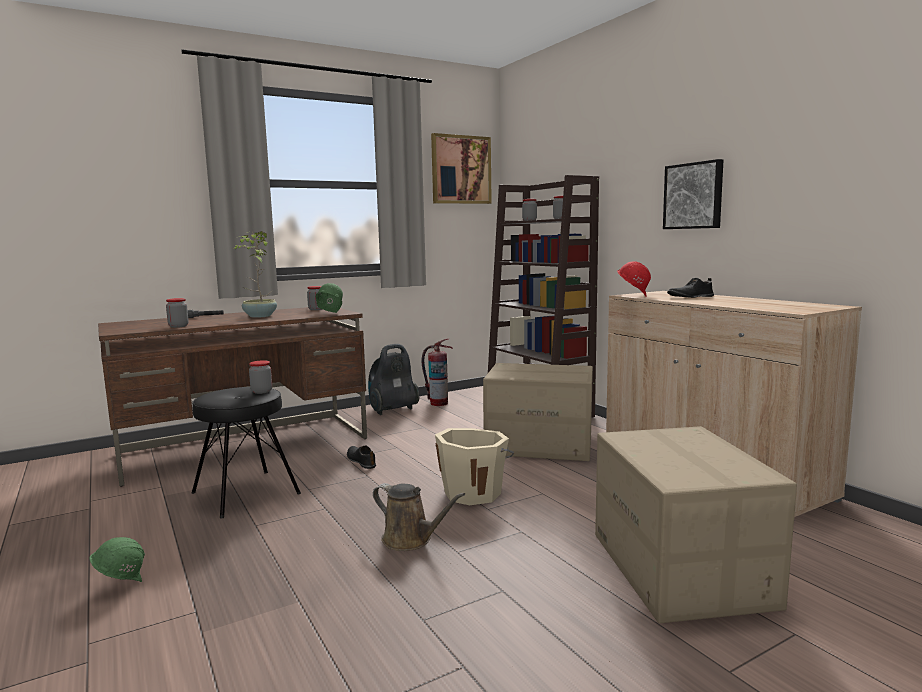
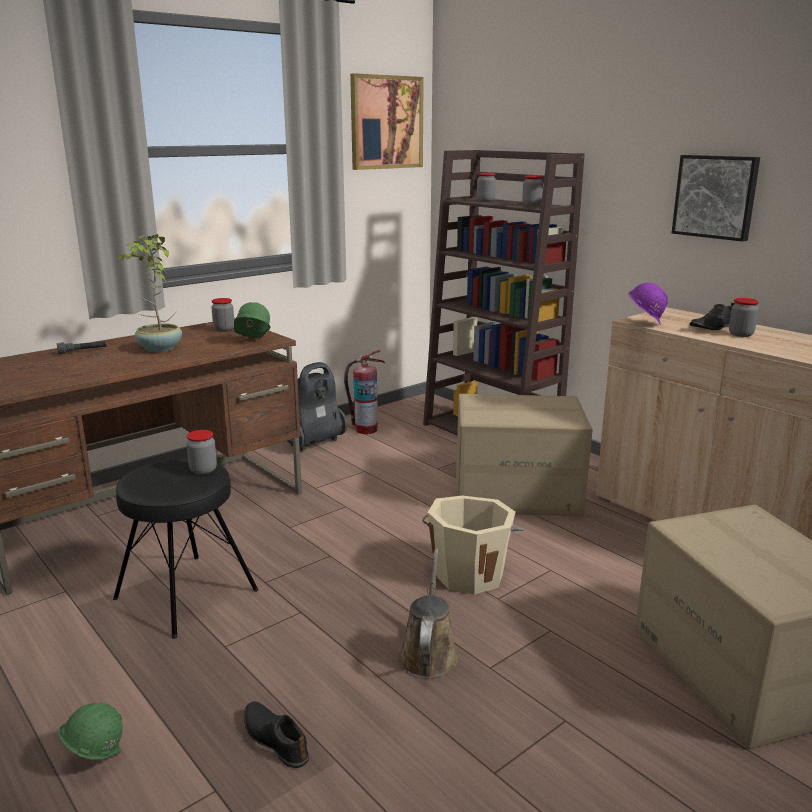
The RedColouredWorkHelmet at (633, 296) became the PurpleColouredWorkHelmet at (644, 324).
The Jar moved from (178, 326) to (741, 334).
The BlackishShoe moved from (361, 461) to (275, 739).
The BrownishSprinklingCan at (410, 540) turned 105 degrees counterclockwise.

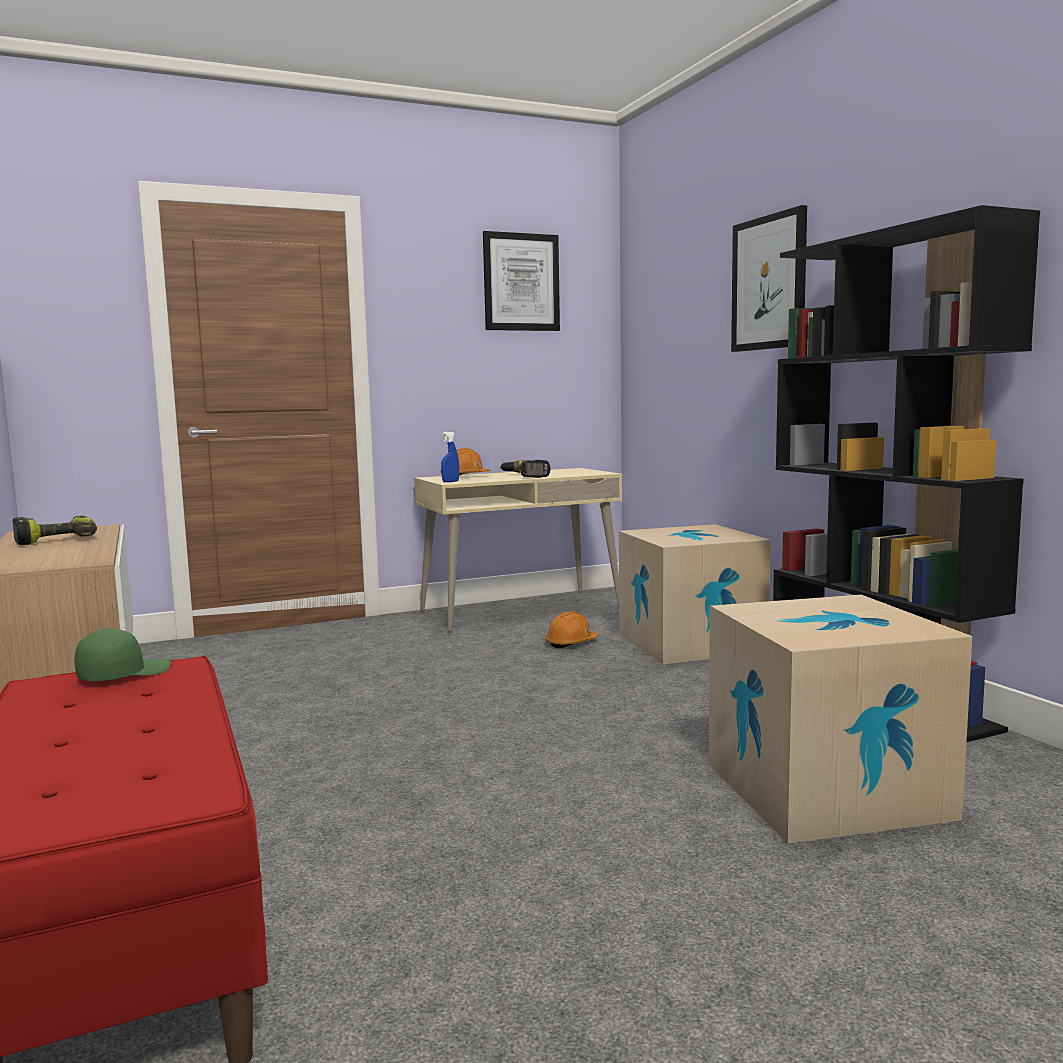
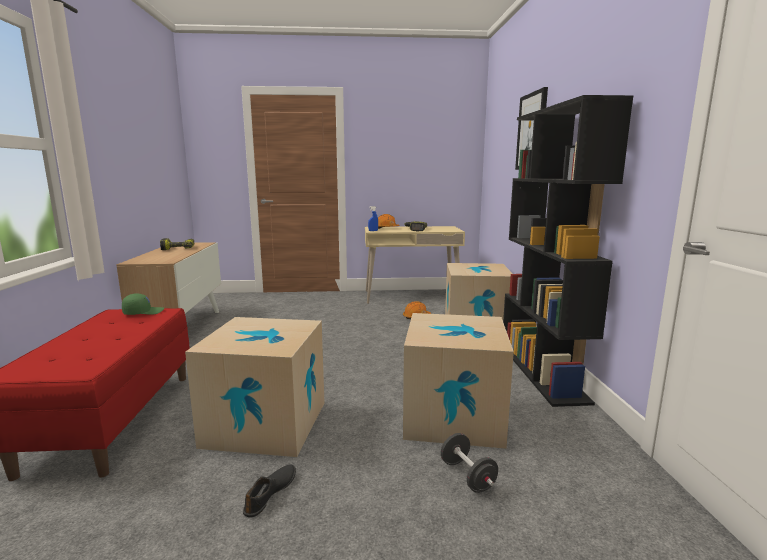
The WallArt at (521, 282) disappeared.
The Carton at (266, 423) appeared.
The BlackishFreeWeight at (467, 476) appeared.
The BlackishShoe at (271, 493) appeared.

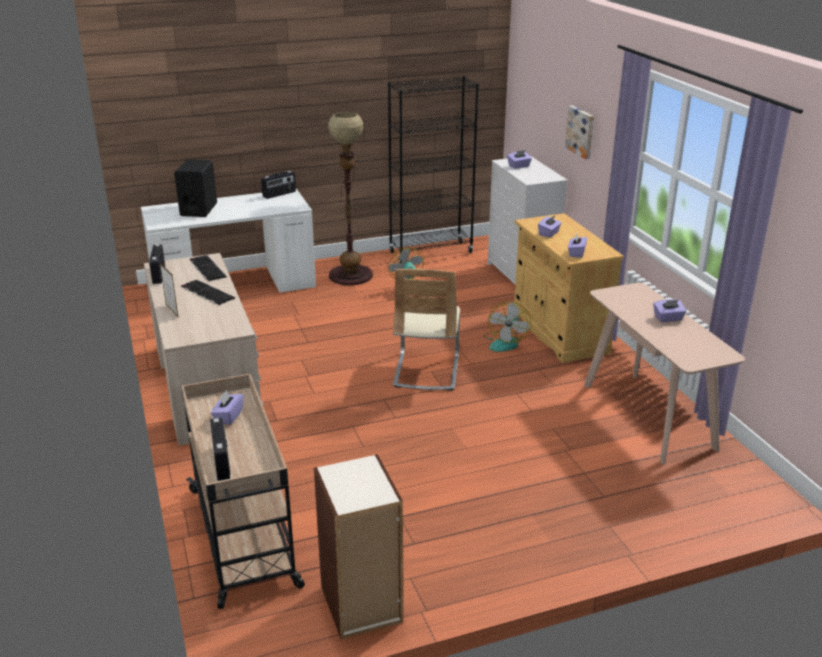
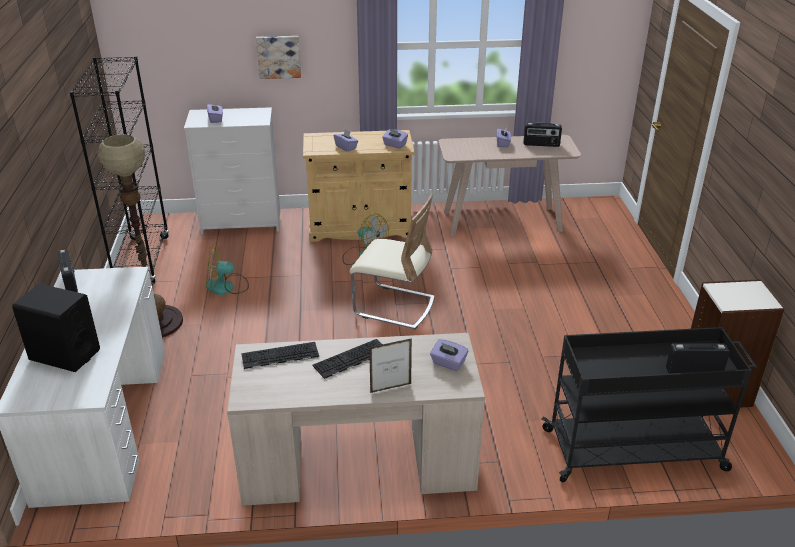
The RadioReceiver moved from (158, 275) to (541, 144).
The BeigeCart at (244, 538) became the BlackishCart at (635, 450).
The PurpleColouredTissueHolder moved from (228, 416) to (448, 363).

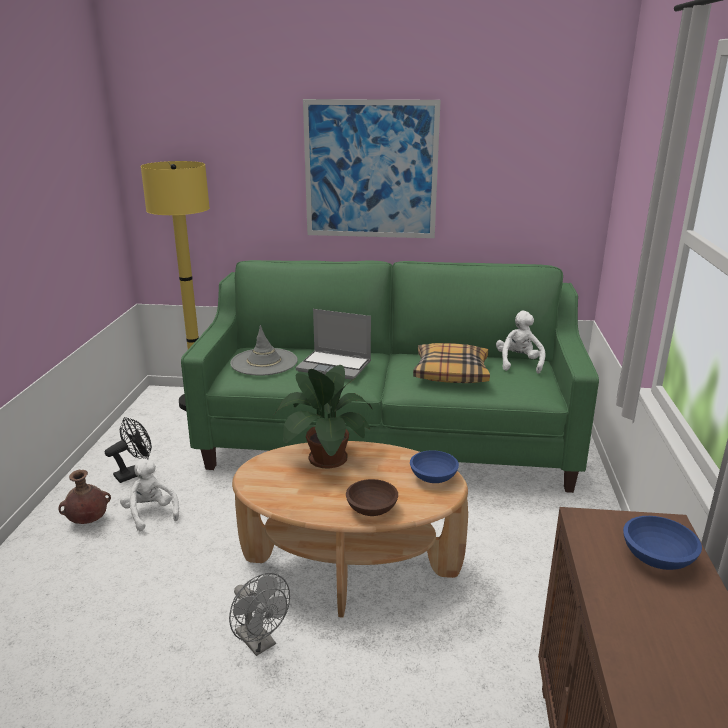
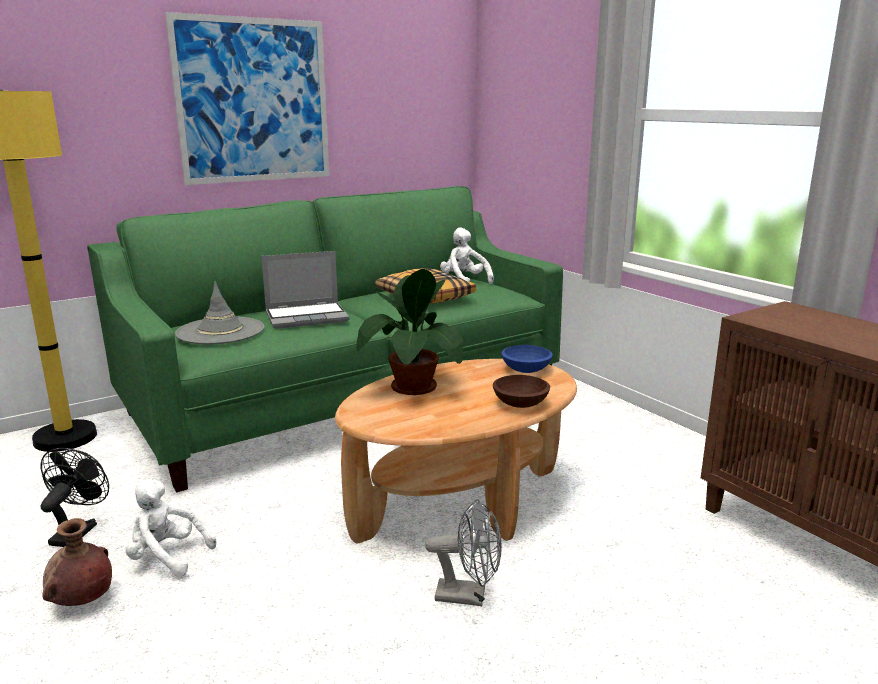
The BlueDeepDish at (657, 557) disappeared.

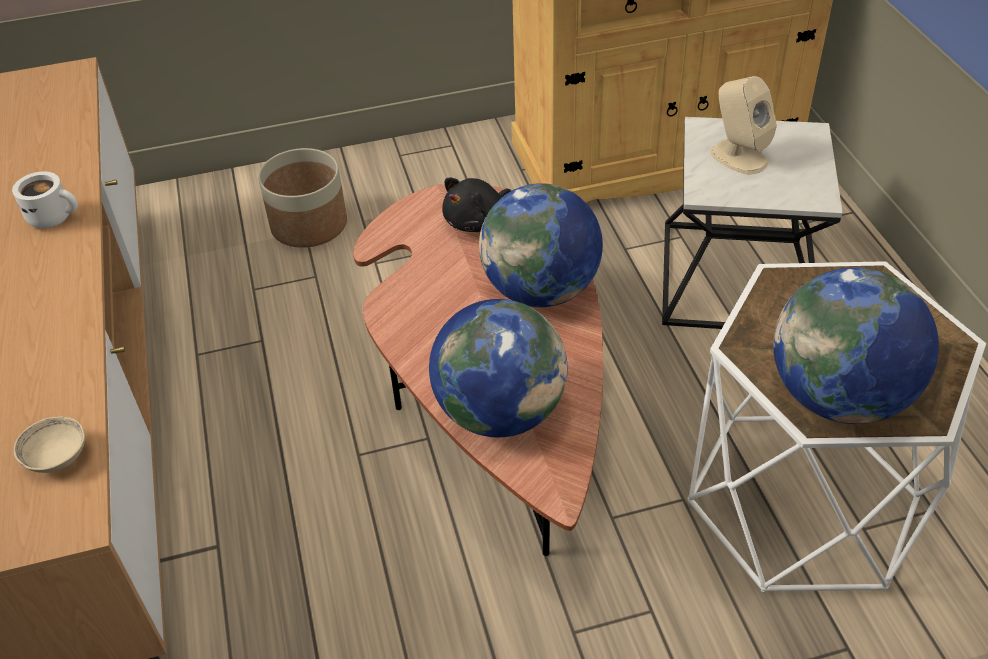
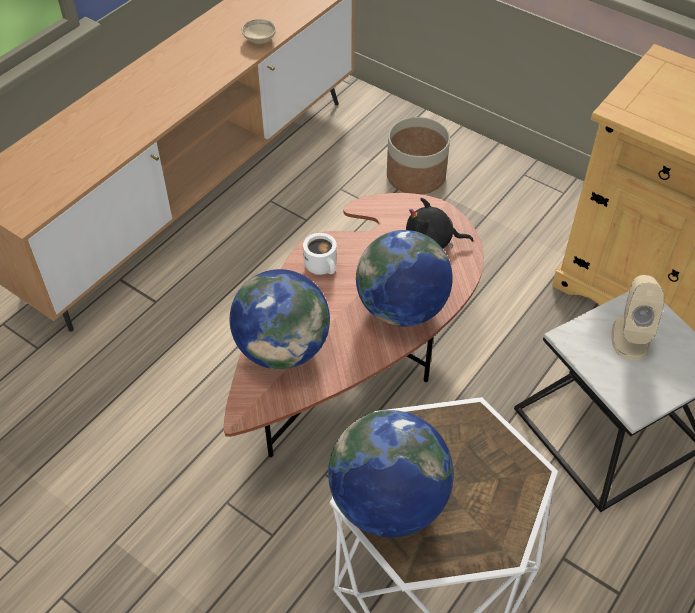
The WhiteTeaMug moved from (55, 216) to (323, 266).
The BeigeDeepDish moved from (57, 457) to (259, 39).

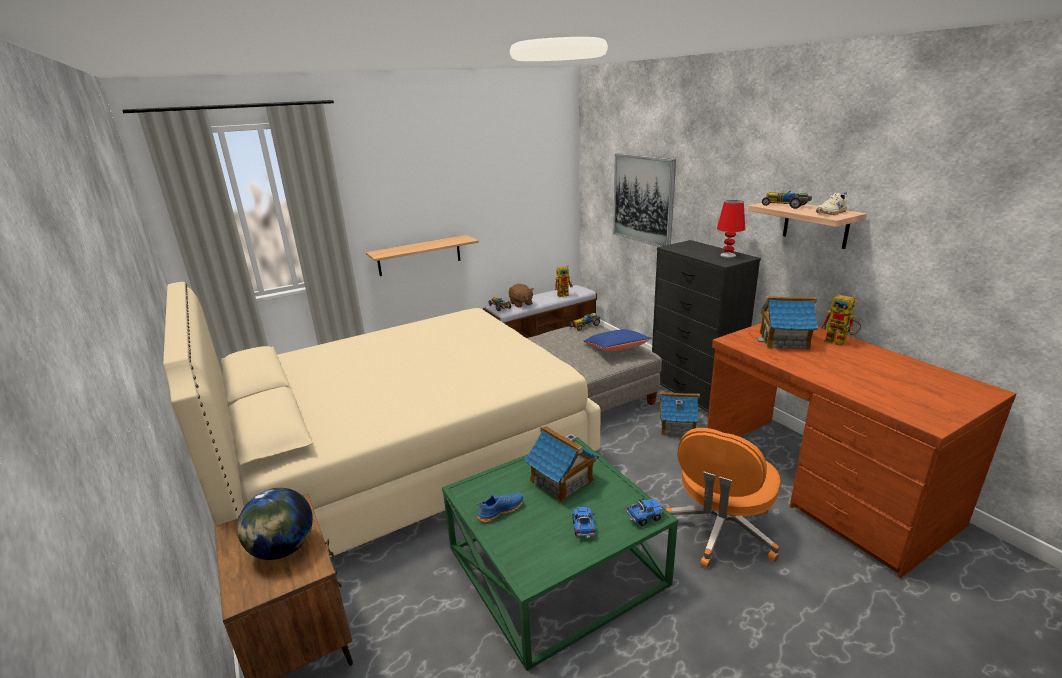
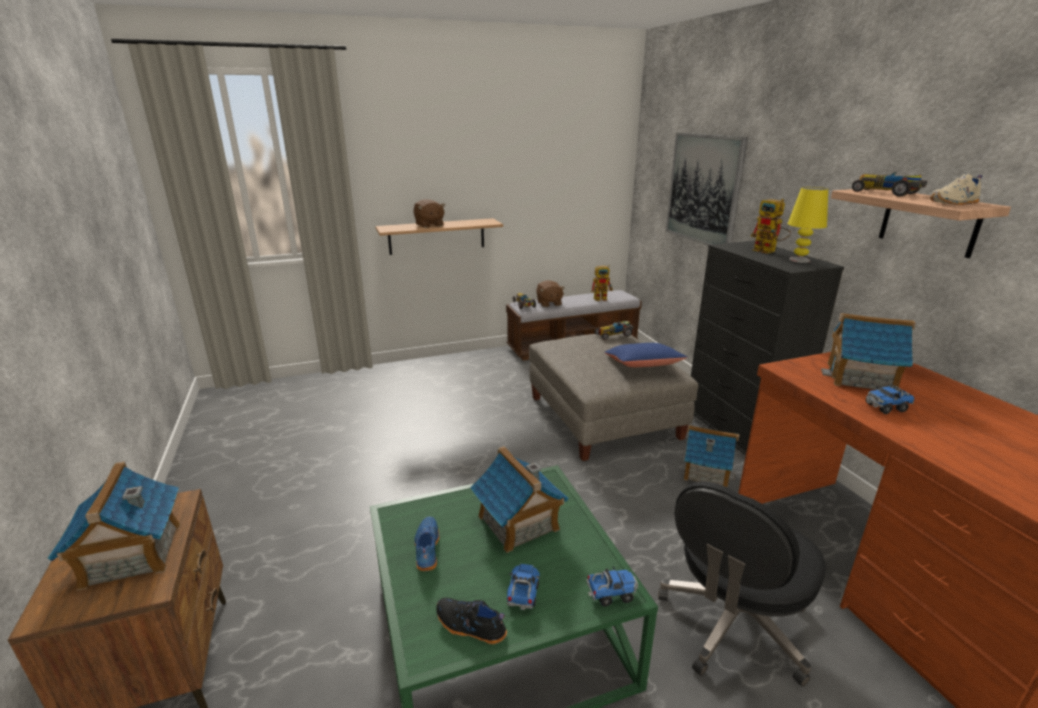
The RedColouredTableLamp at (728, 255) became the YellowTableLamp at (799, 260).
The BeigeSleepingBed at (405, 458) disappeared.
The ModelRobot moved from (840, 342) to (769, 251).
The OrangeOfficeChair at (721, 531) became the BlackishOfficeChair at (733, 624).
The DeskGlobe at (283, 549) was replaced by the MiniatureHouse at (131, 555).
The BlueShoe at (500, 510) turned 75 degrees counterclockwise.
The BrownishSoftToy at (429, 225) appeared.
The ToyTruck at (886, 407) appeared.
The BlackishShoe at (470, 627) appeared.

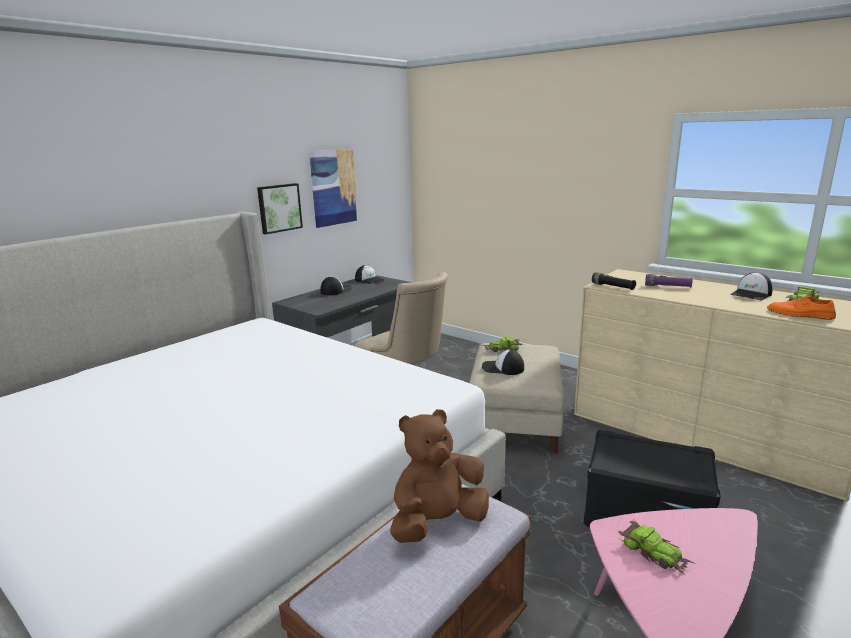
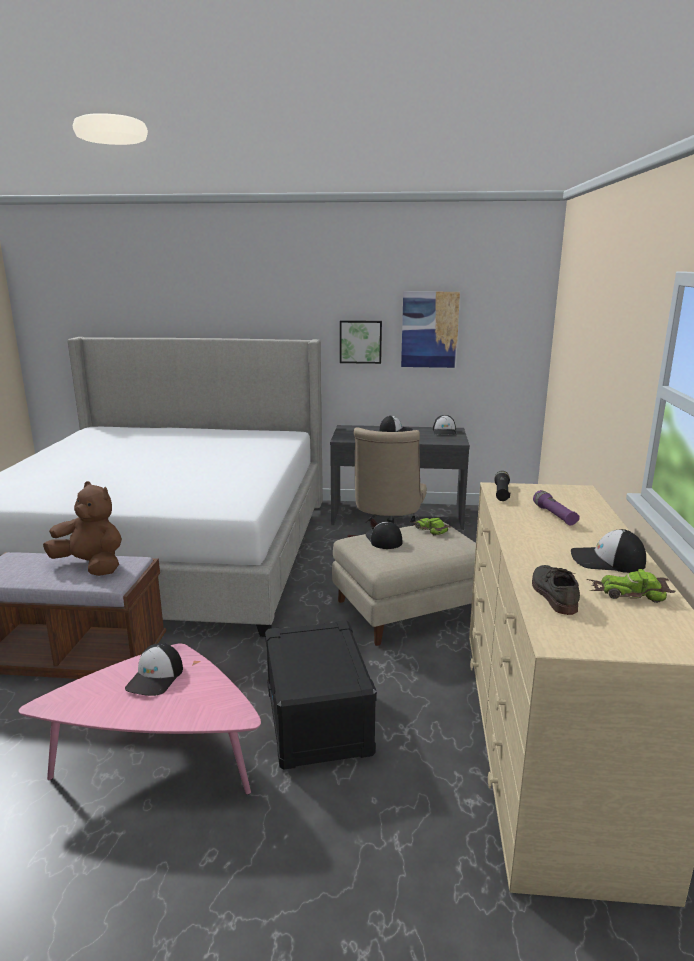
The OrangeShoe at (800, 314) became the GreyShoe at (552, 593).
The MiniatureCar at (654, 552) was replaced by the Cap at (156, 677).

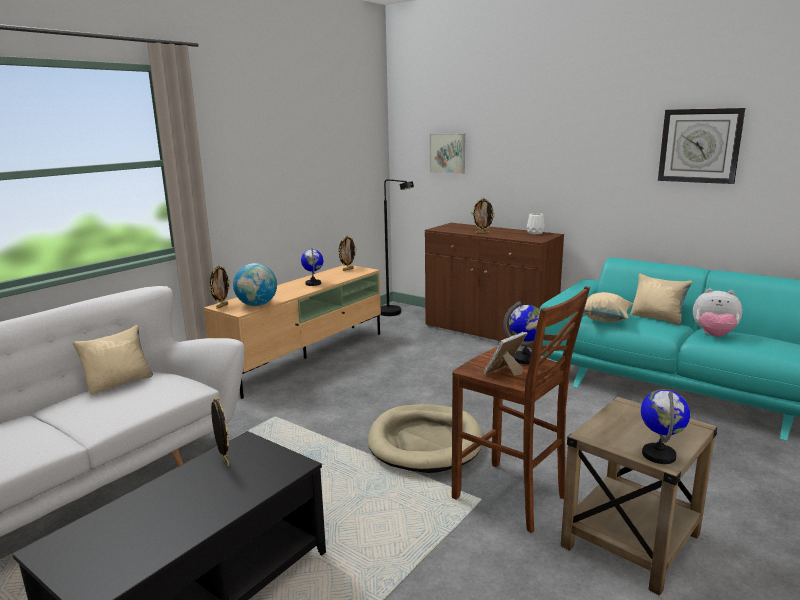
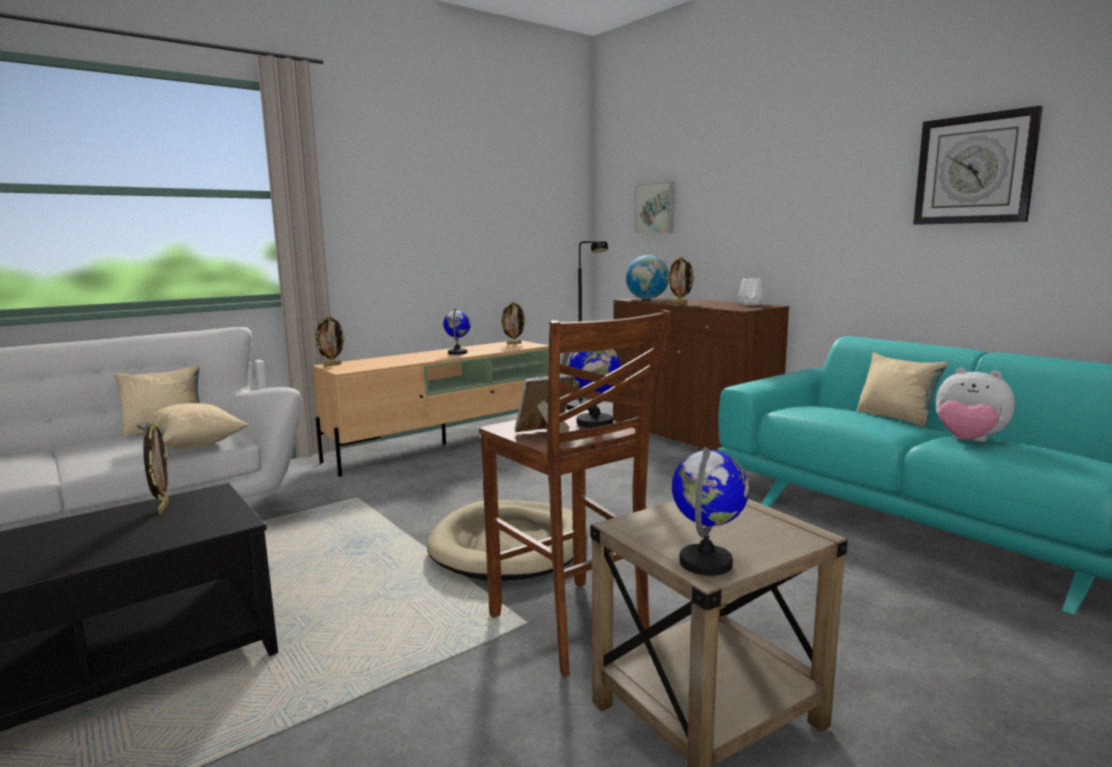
The DeskGlobe moved from (257, 305) to (647, 299).
The BeigeThrowPillow moved from (605, 319) to (194, 446).

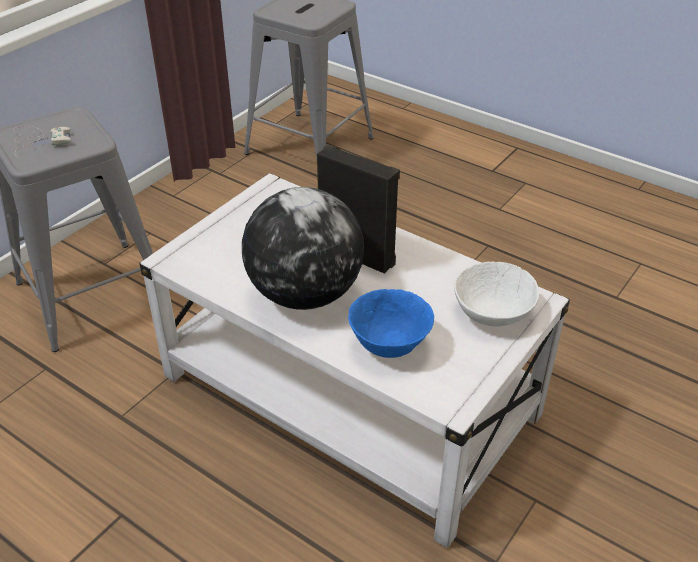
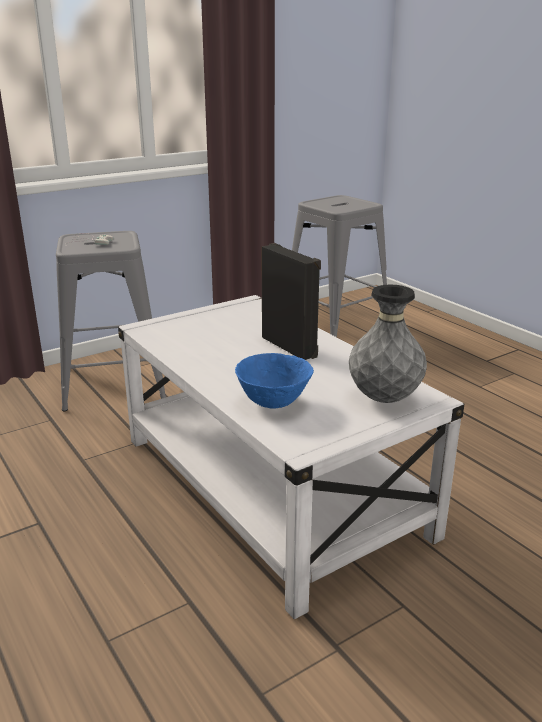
The DeskGlobe at (304, 294) disappeared.
The WhiteDeepDish at (494, 312) was replaced by the GreyDecorativeVase at (384, 399).

